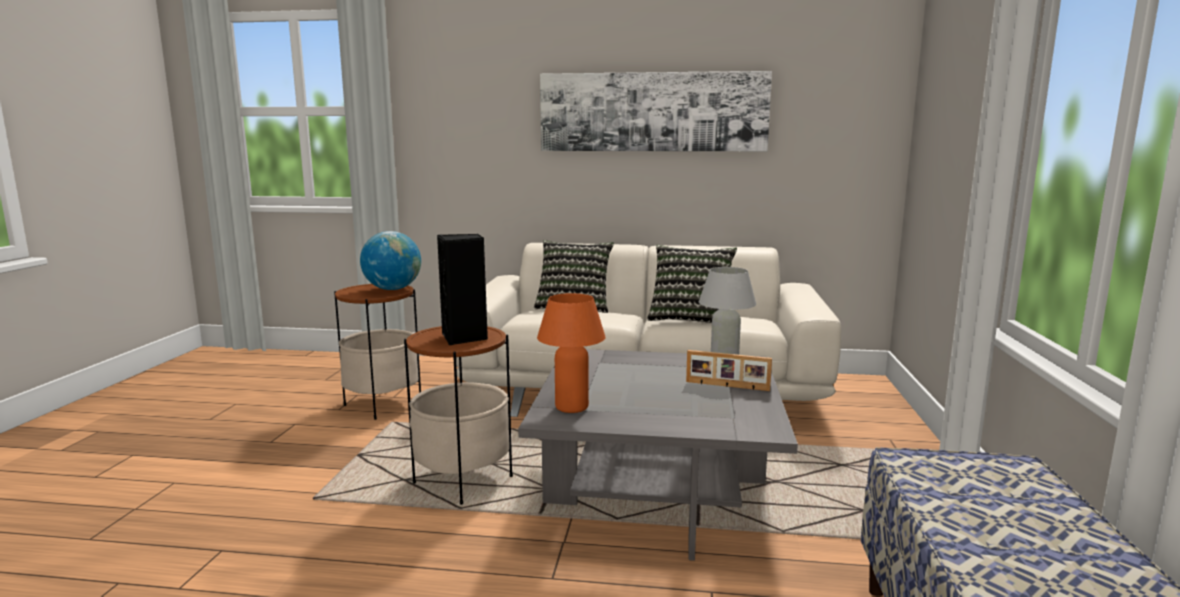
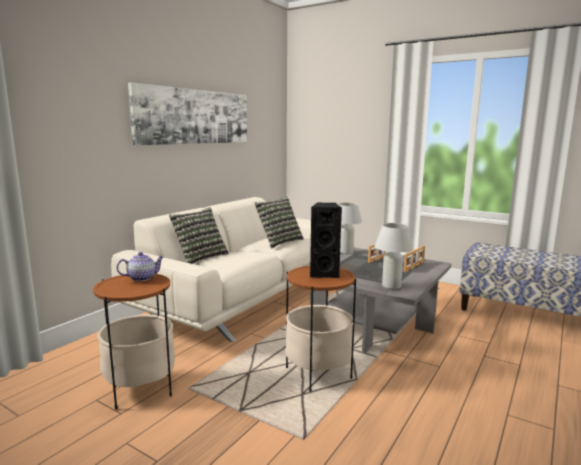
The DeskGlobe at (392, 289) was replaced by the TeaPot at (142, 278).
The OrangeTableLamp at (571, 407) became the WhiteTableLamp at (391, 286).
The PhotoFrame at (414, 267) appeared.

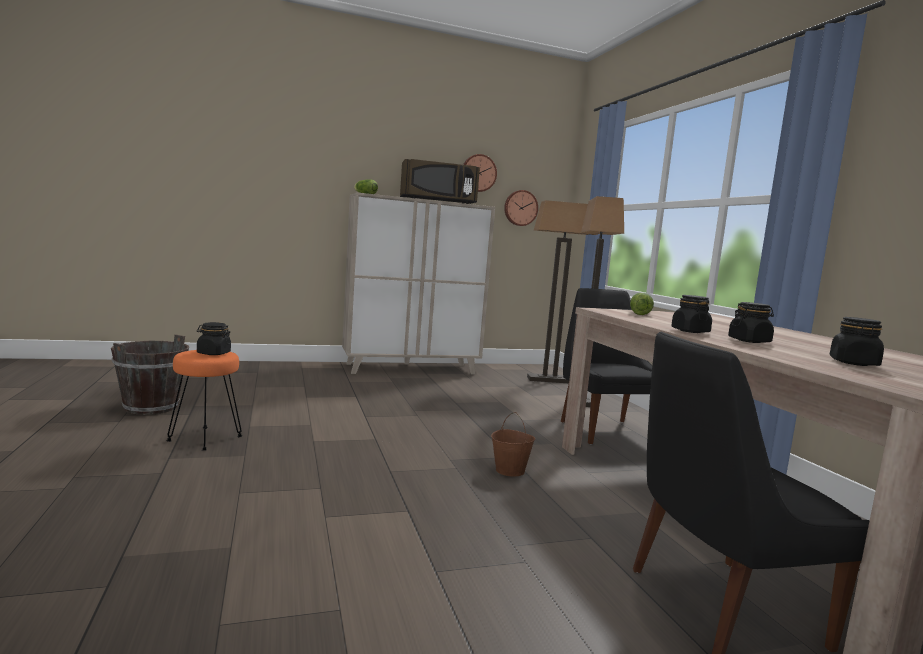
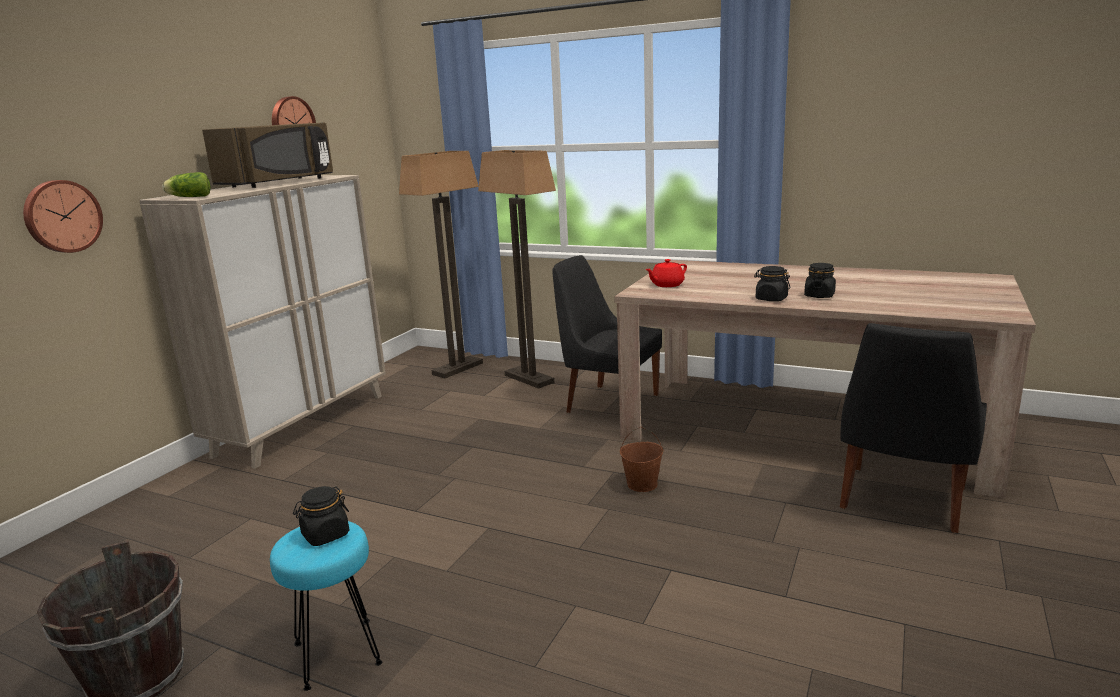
The ClockOnTheWall moved from (520, 208) to (62, 216).
The HeadOfLettuce at (639, 313) was replaced by the RedColouredTeaPot at (666, 285).
The BlackishJar at (853, 363) disappeared.
The OrangeSittingStool at (206, 438) became the TurquoiseSittingStool at (338, 652).

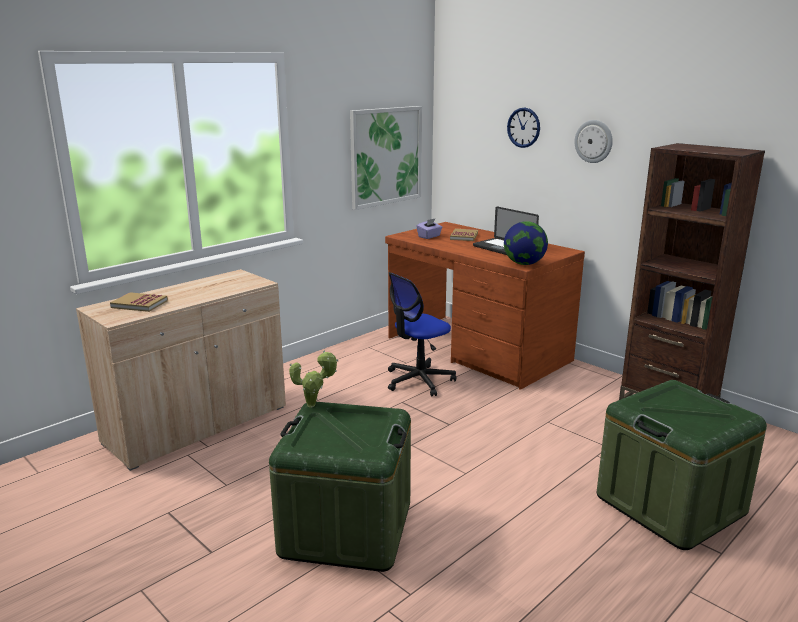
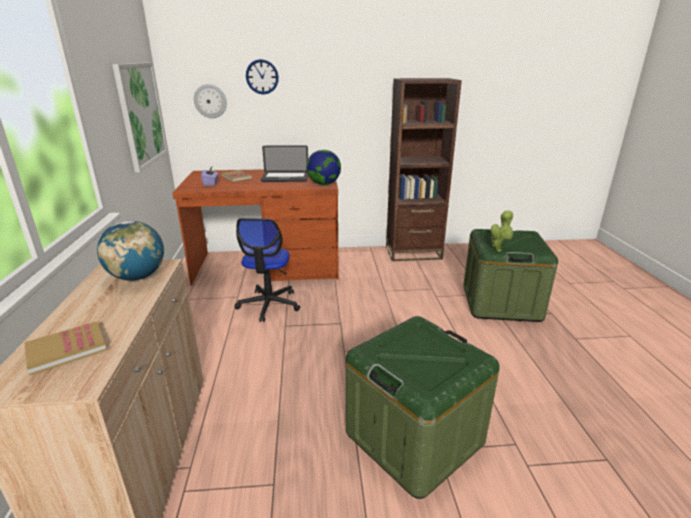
The ClockOnTheWall moved from (594, 141) to (210, 101).
The PlantInAPot moved from (314, 405) to (498, 249).
The DeskGlobe at (137, 277) appeared.

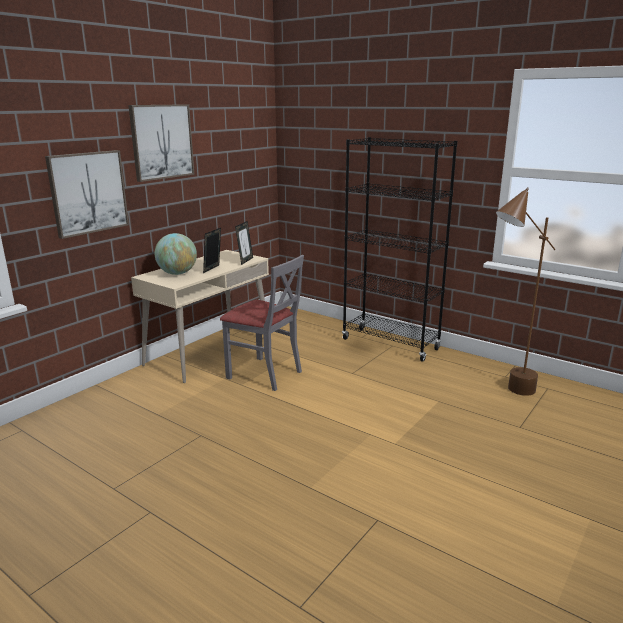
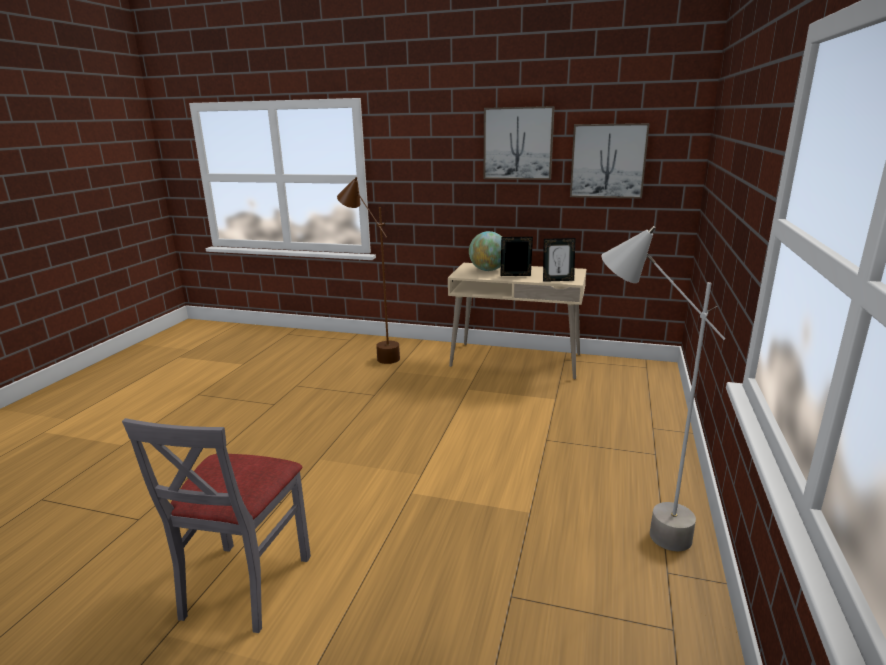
The BlackishBookshelf at (390, 344) disappeared.
The WallArt moved from (88, 192) to (608, 161).
The BrownishStandardLamp moved from (506, 394) to (375, 354).
The GreyPlainChair moved from (265, 374) to (245, 584).
The GreyStandardLamp at (635, 527) appeared.

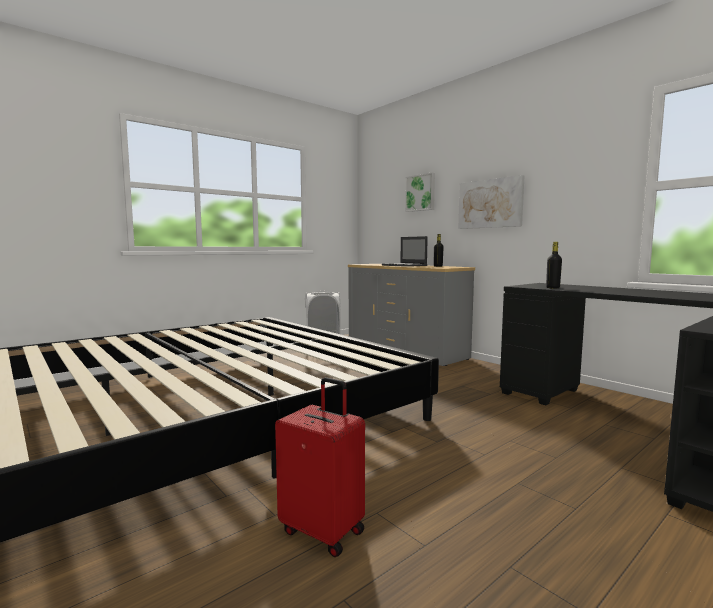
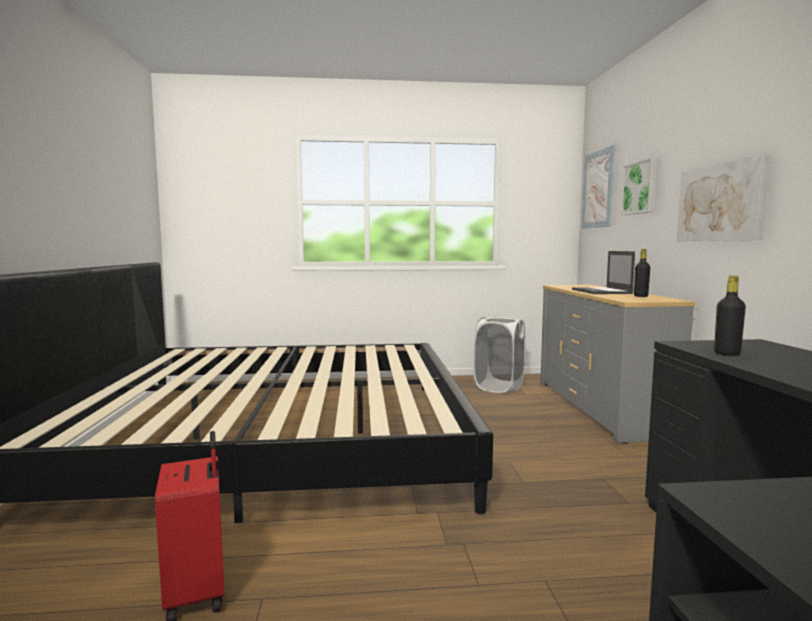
The WallArt at (598, 189) appeared.

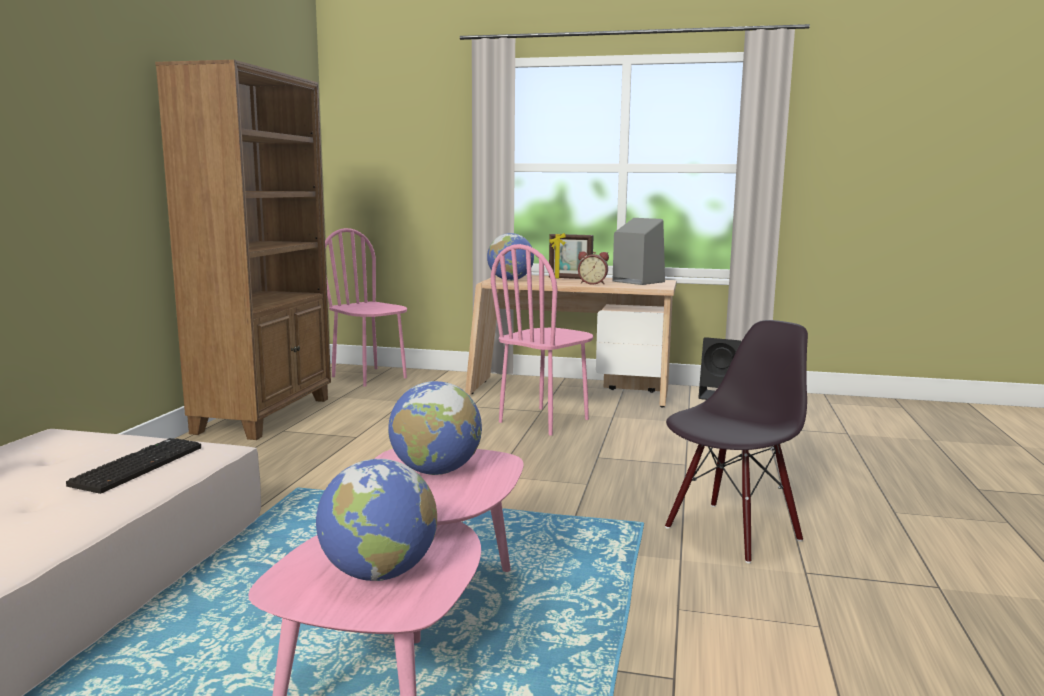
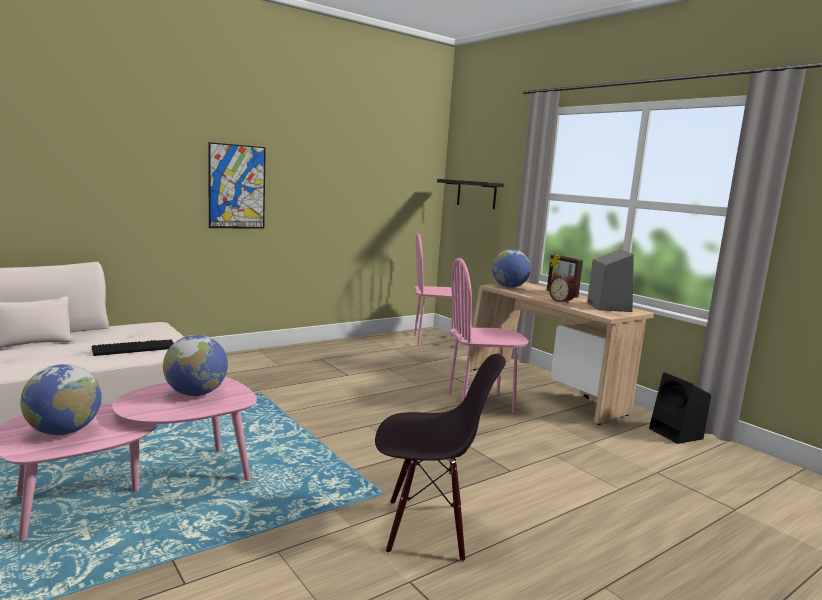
The BrownishBookshelf at (266, 415) disappeared.
The PinkishPlainChair at (370, 377) turned 90 degrees counterclockwise.
The WallArt at (237, 187) appeared.
The BlackishShelf at (476, 194) appeared.

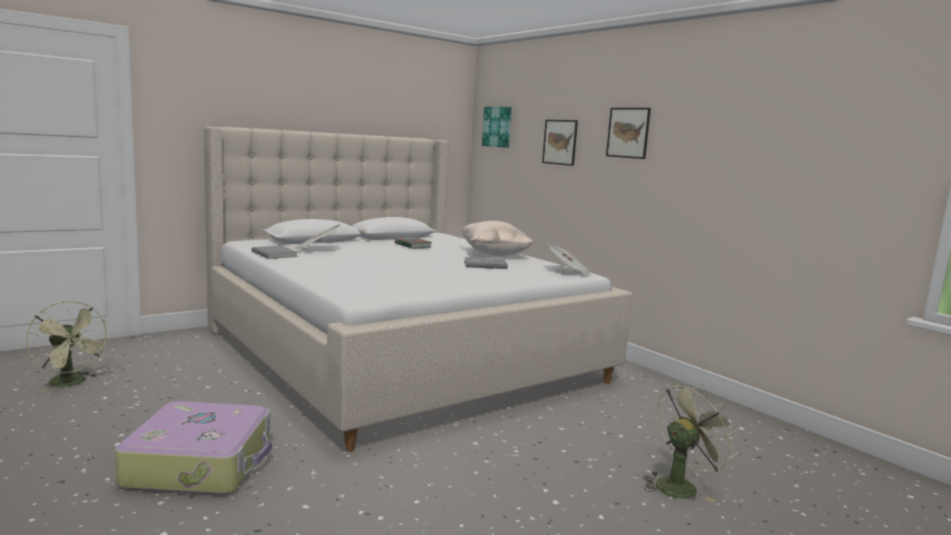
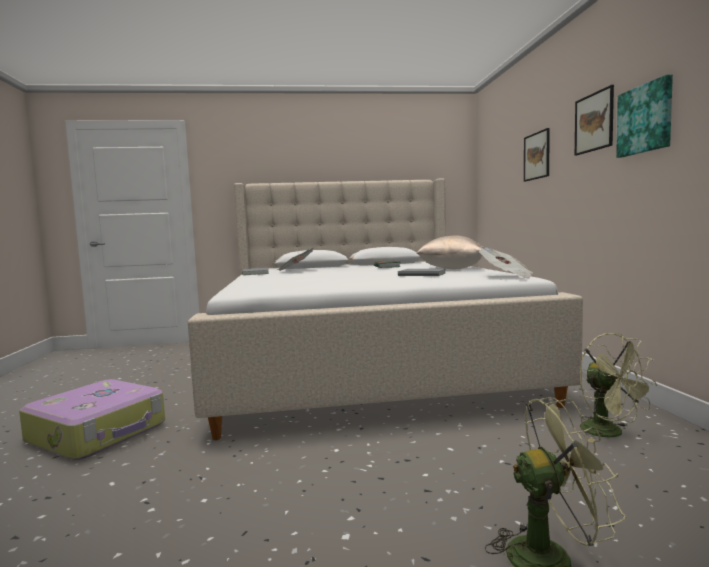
The WallArt moved from (498, 127) to (645, 119).
The GreenCoolingFan moved from (72, 383) to (610, 433).

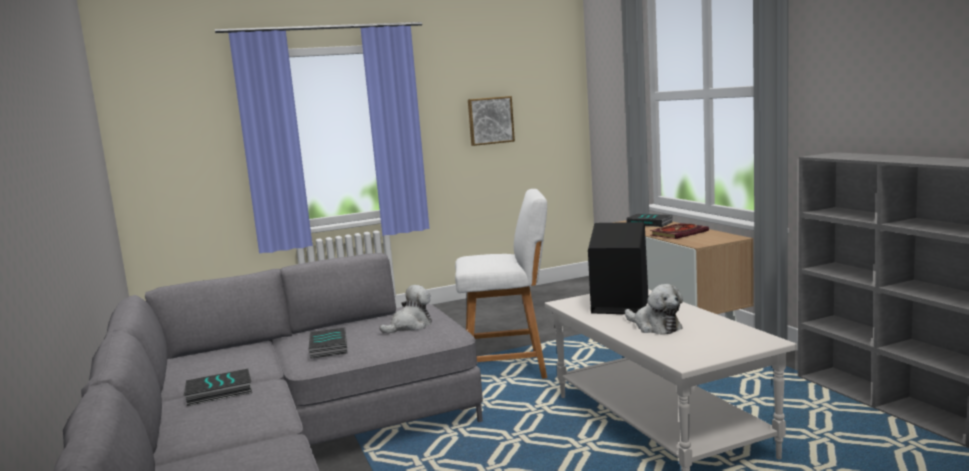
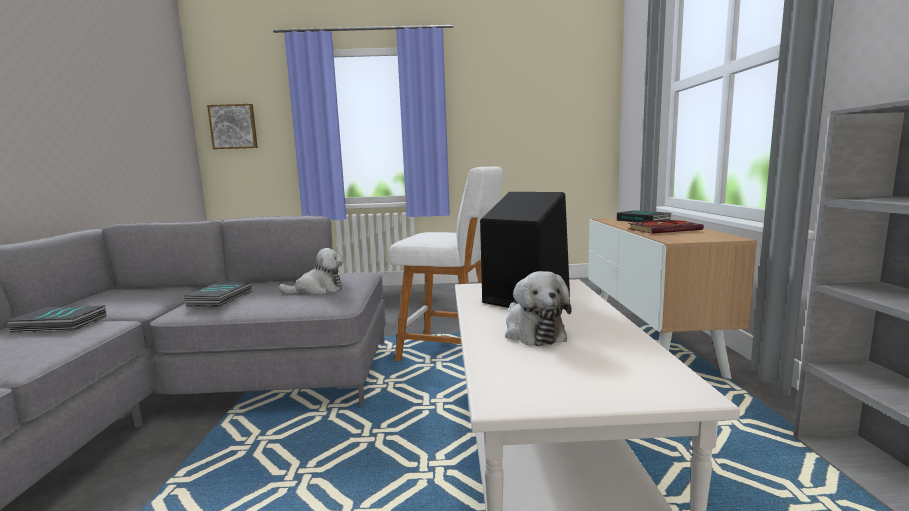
The WallArt moved from (490, 120) to (233, 127).

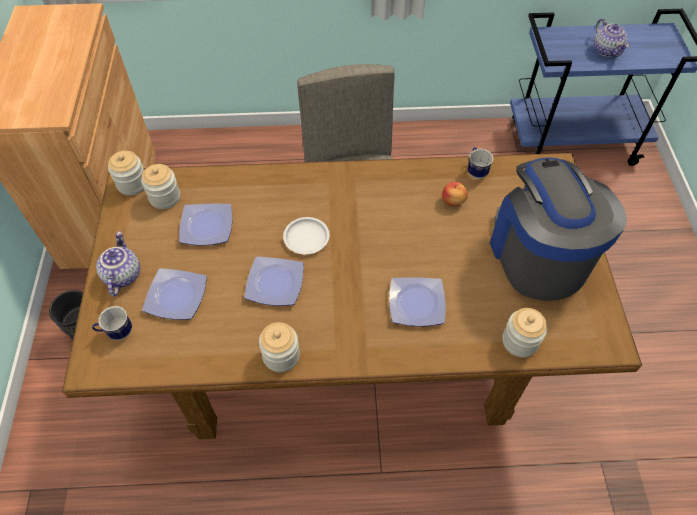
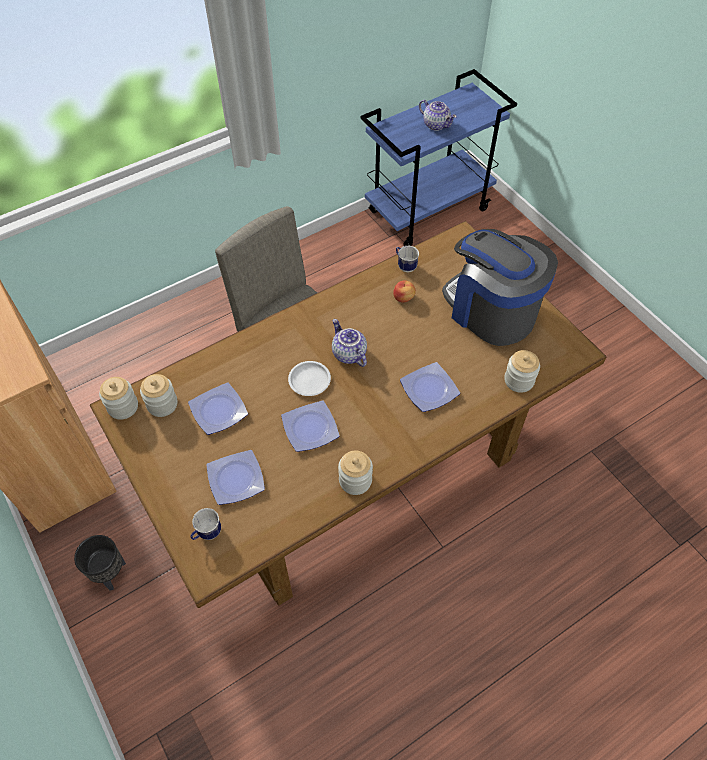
The TeaPot moved from (122, 275) to (348, 354).

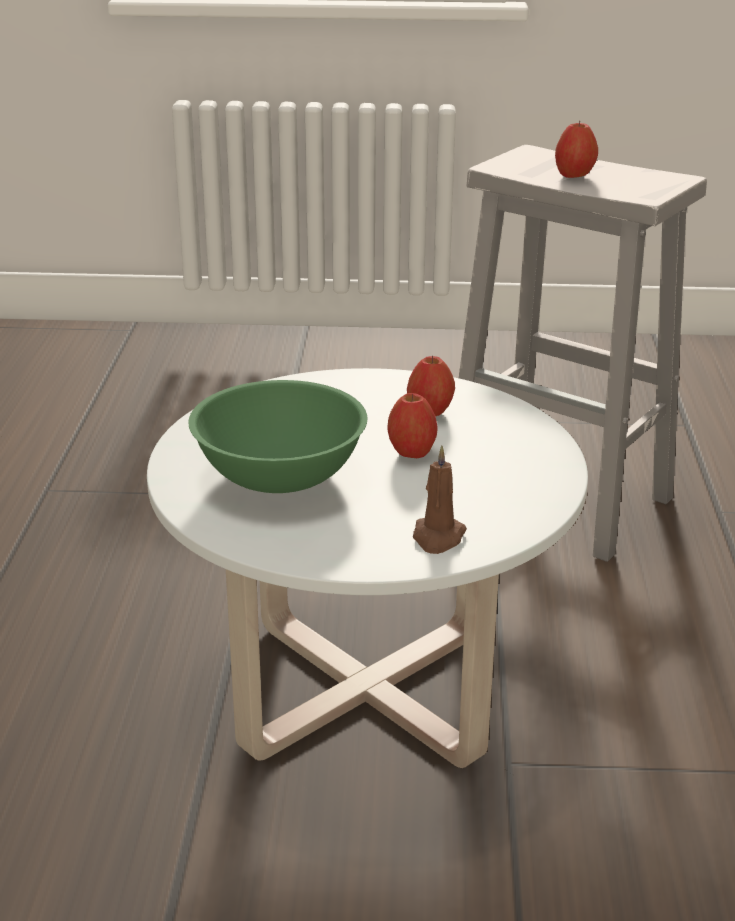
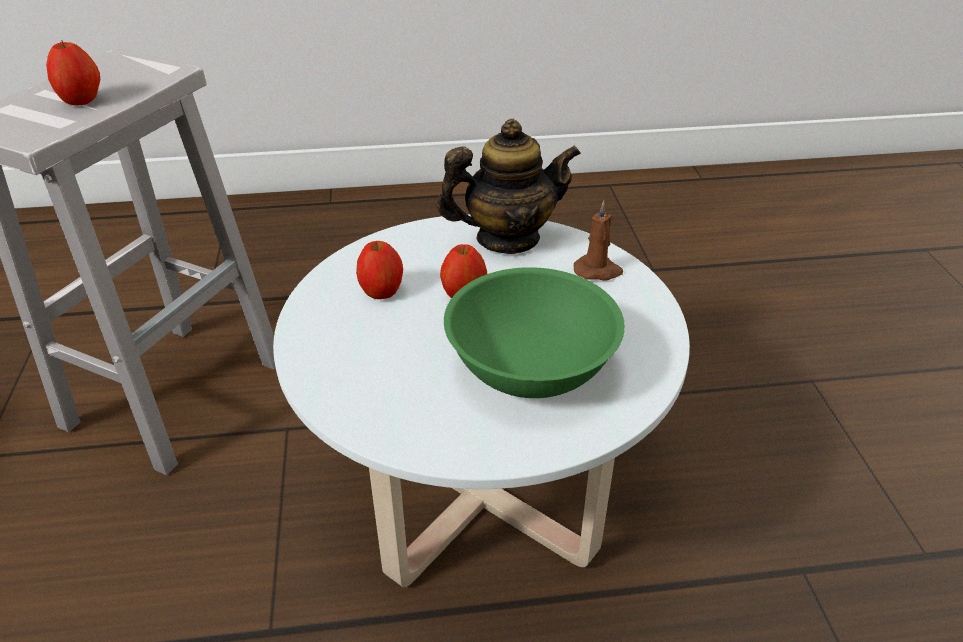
The TeaPot at (507, 238) appeared.

